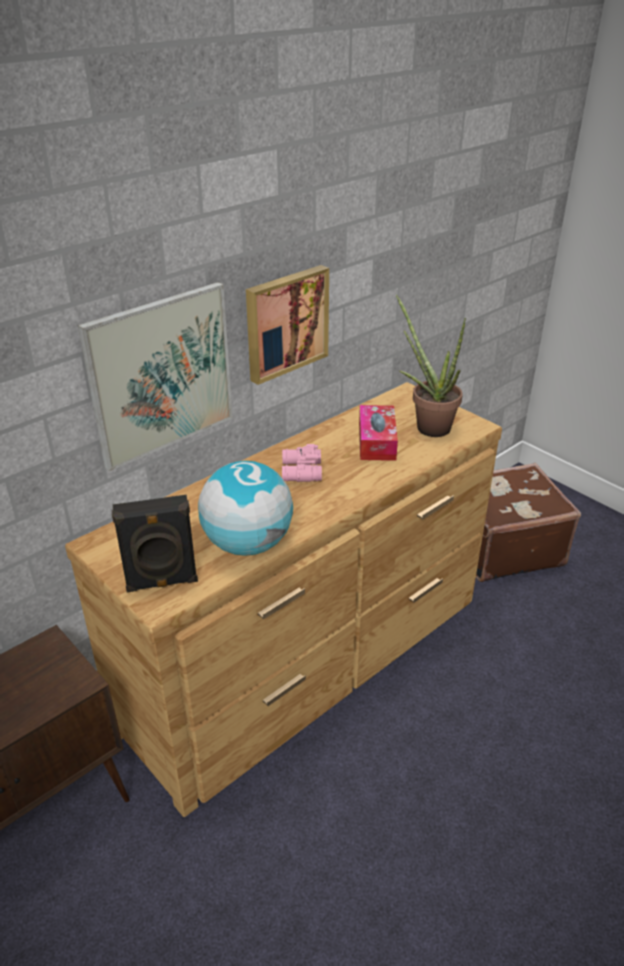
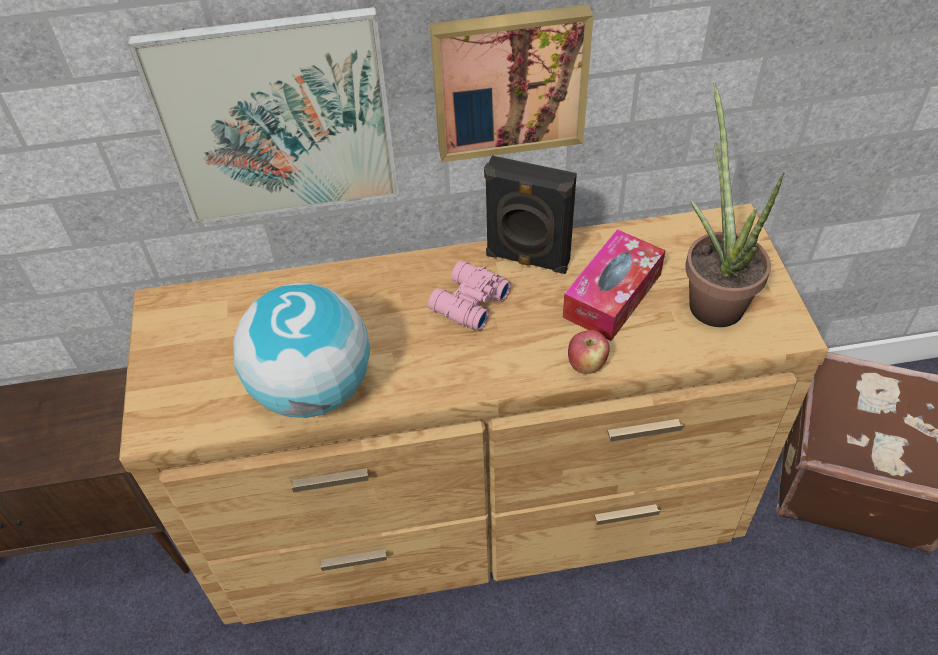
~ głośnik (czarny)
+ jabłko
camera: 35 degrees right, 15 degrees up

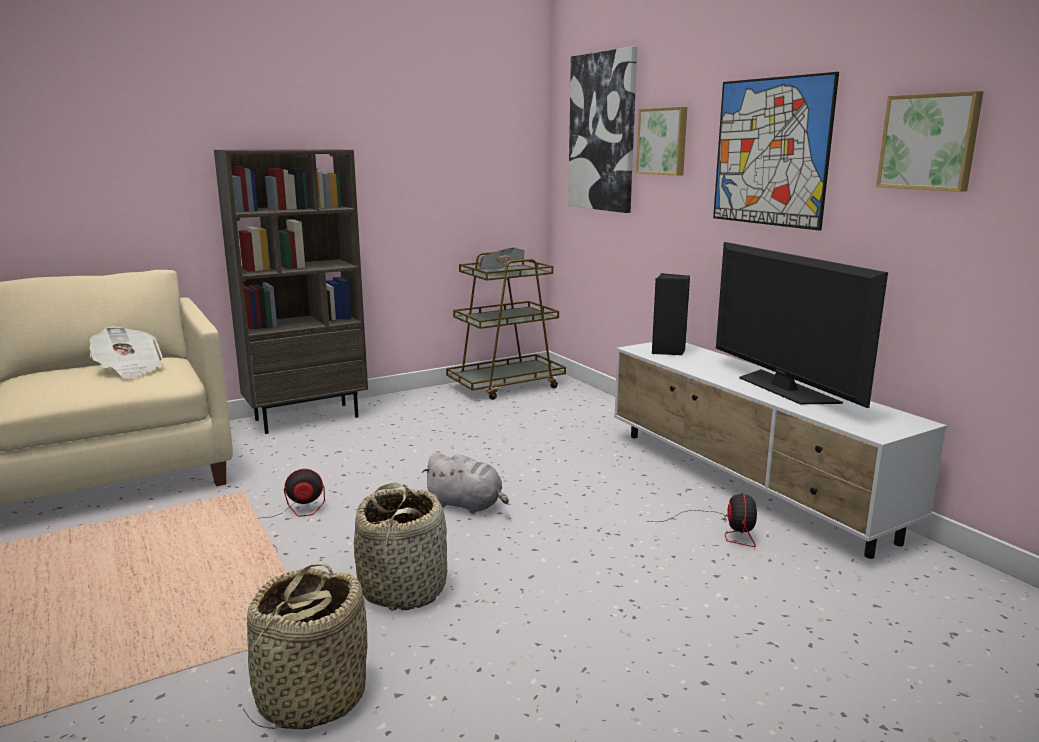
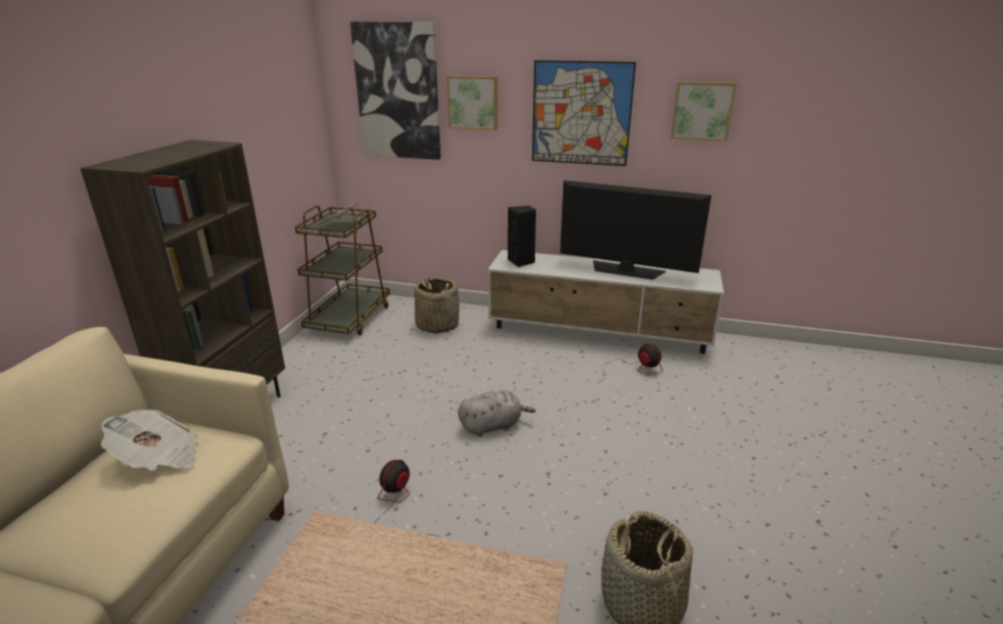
~ koszyk (2nd from left in the first image) to koszyk (1st from left)
camera: 45 degrees left, 10 degrees up

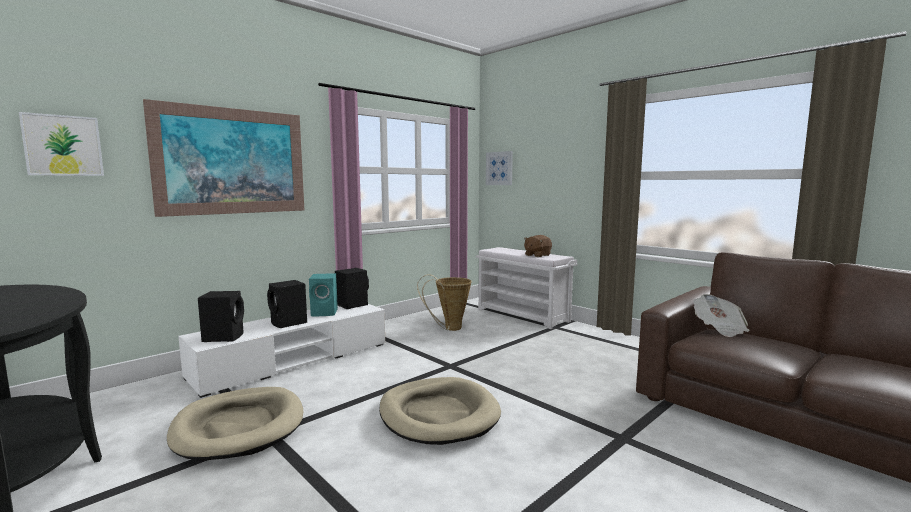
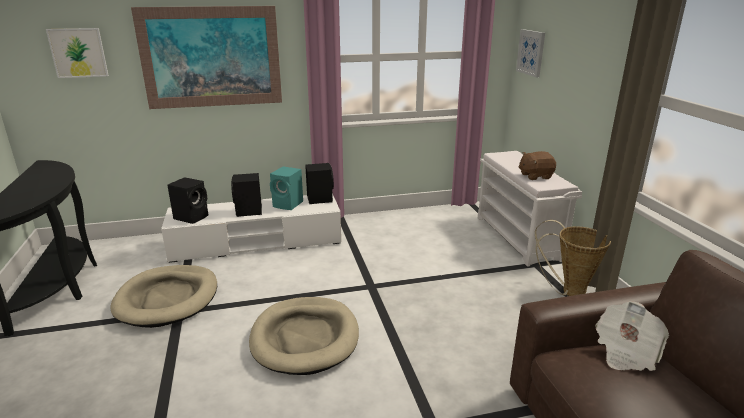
~ koszyk
camera: 30 degrees right, 15 degrees up

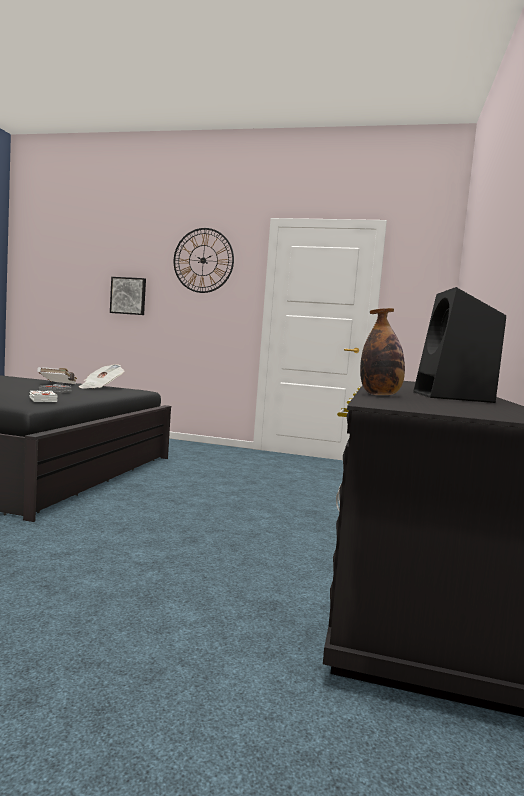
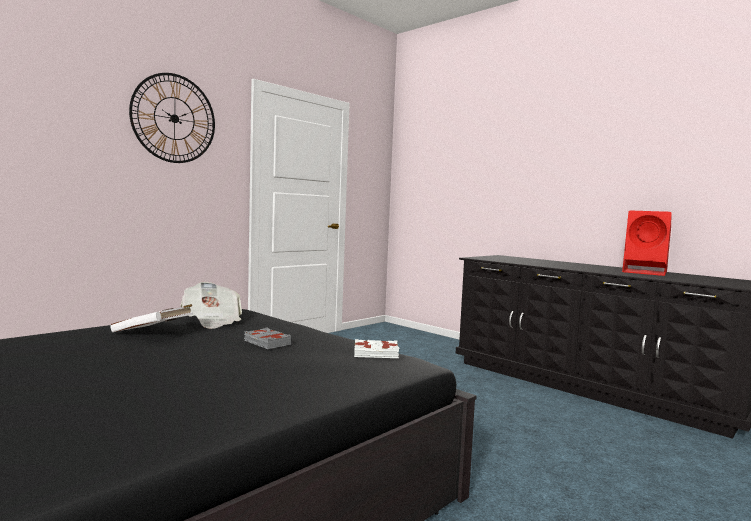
- obraz
- butelka
~ głośnik (czarny) to głośnik (czerwony)
camera: 60 degrees left, 0 degrees up

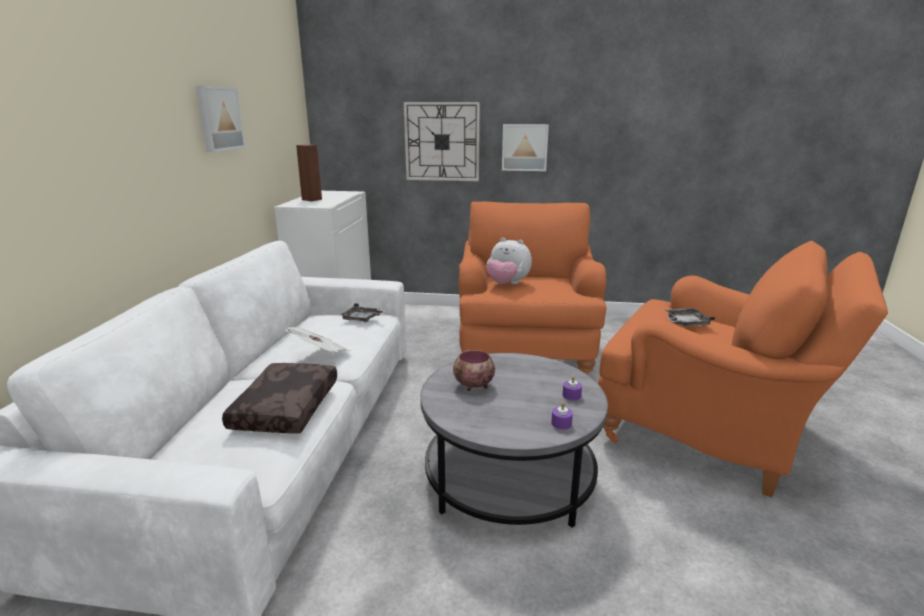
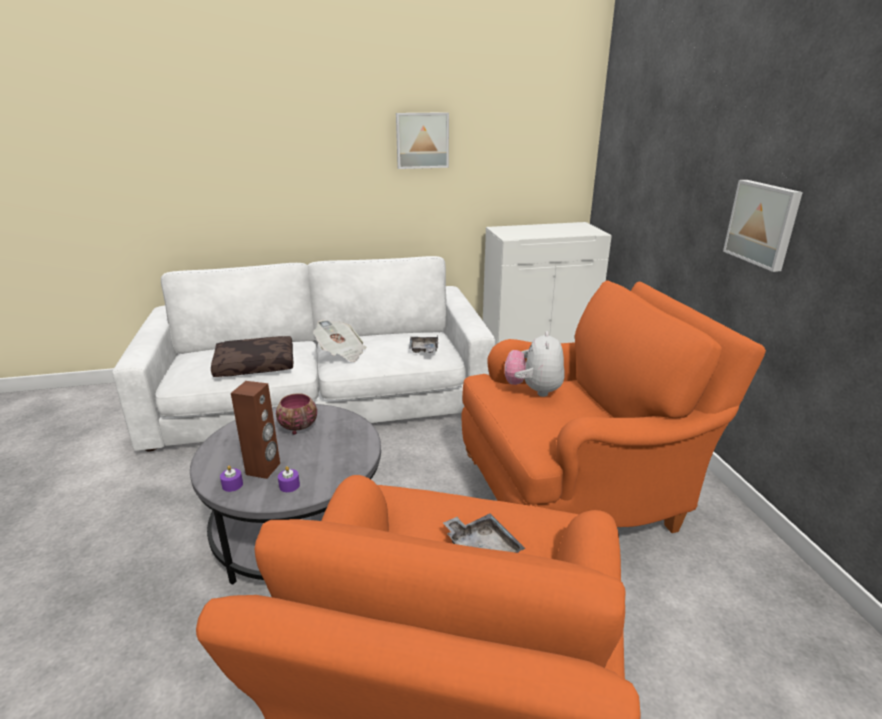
~ głośnik (brązowy)
- zegar ścienny
camera: 70 degrees right, 5 degrees up

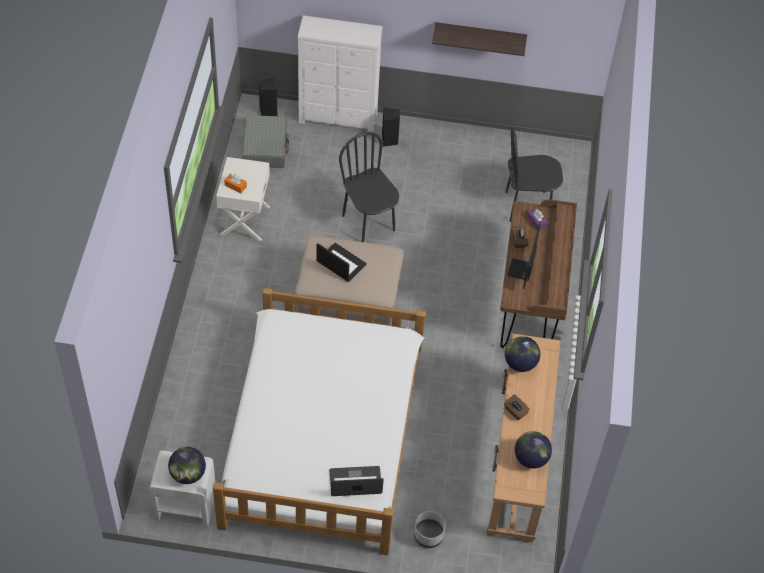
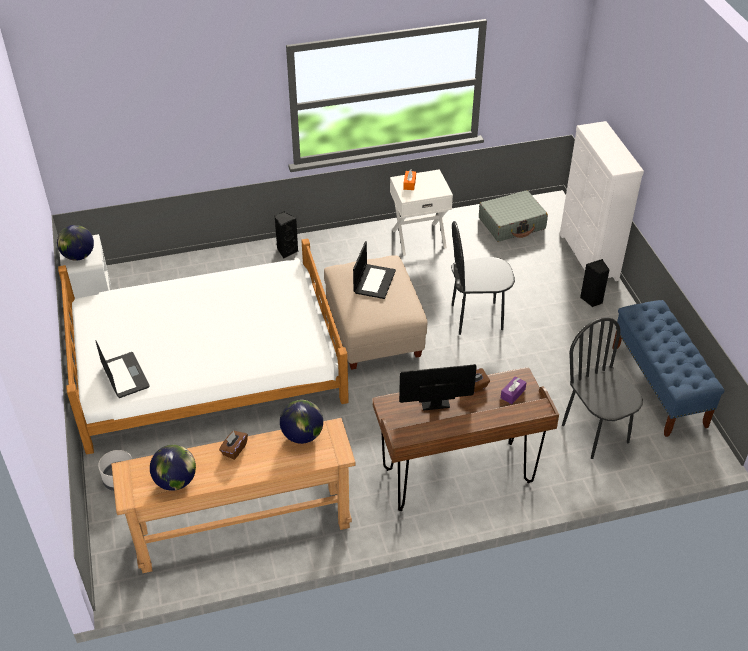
~ głośnik (czarny) (1st from left)
~ krzesło (czarny) (1st from left) 135 degrees counterclockwise
- półka
+ ławka (niebieski)
camera: 70 degrees right, 10 degrees down

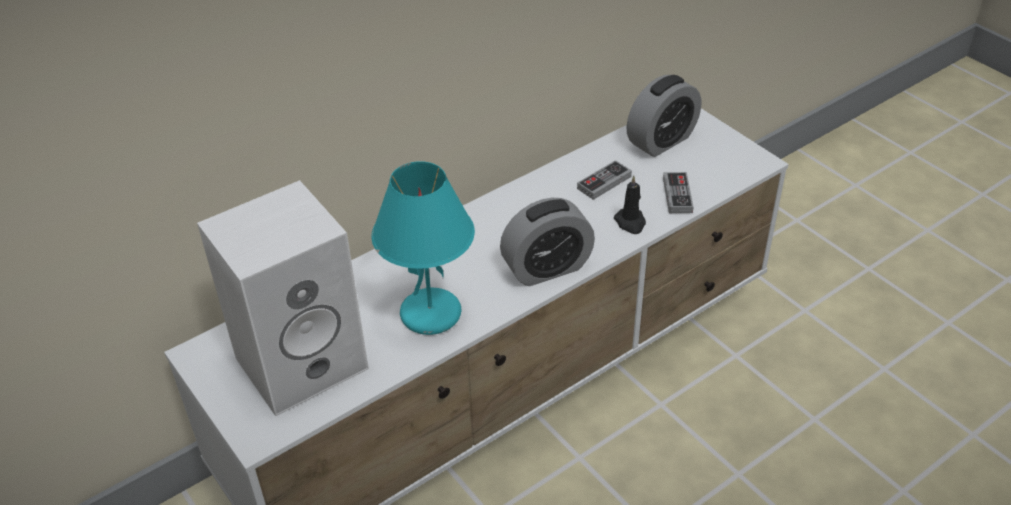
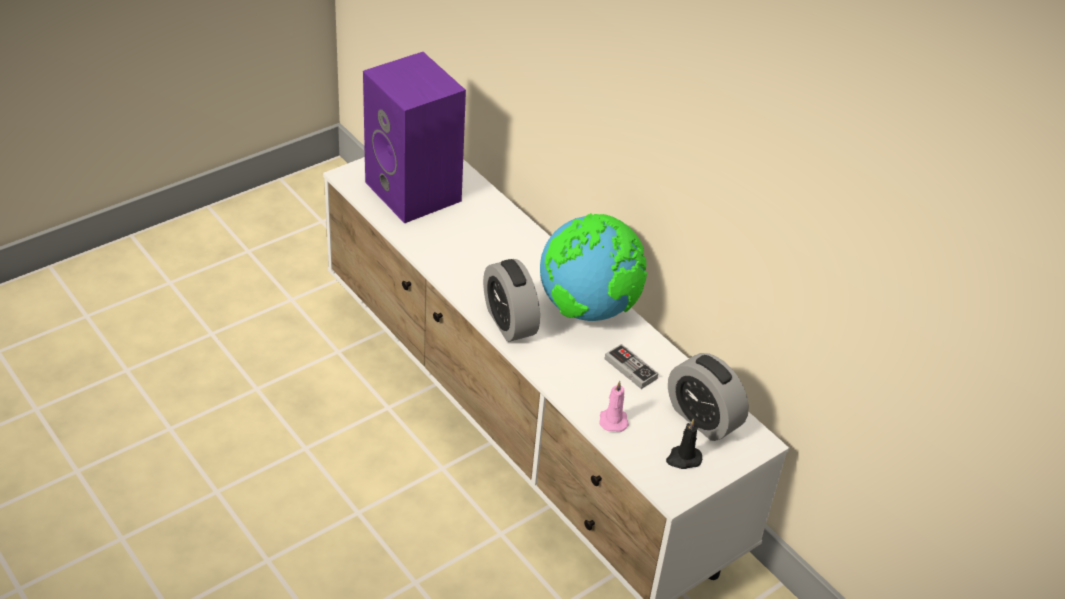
~ głośnik (biały) to głośnik (fioletowy)
- lampa stołowa (turkusowy)
~ świeca (czarny)
~ pad do gier (2nd from left) to świeca (różowy)
+ globus
camera: 85 degrees right, 0 degrees up

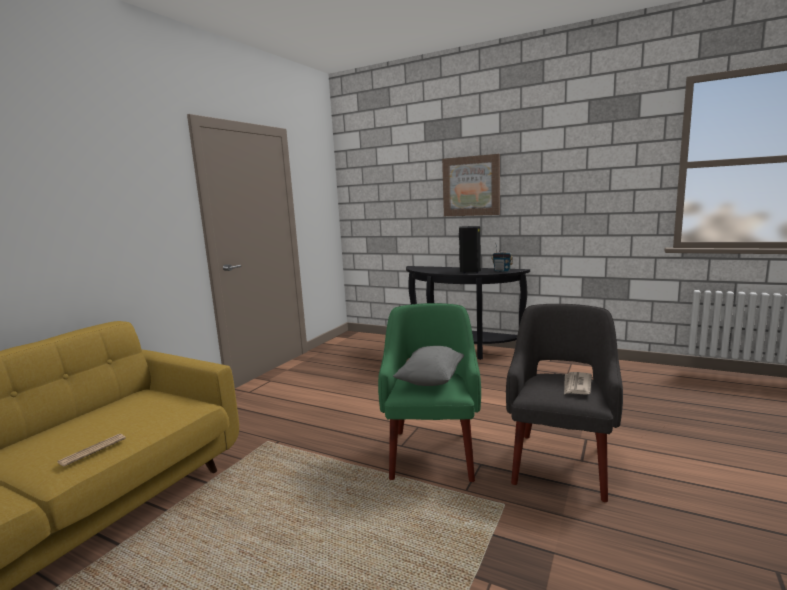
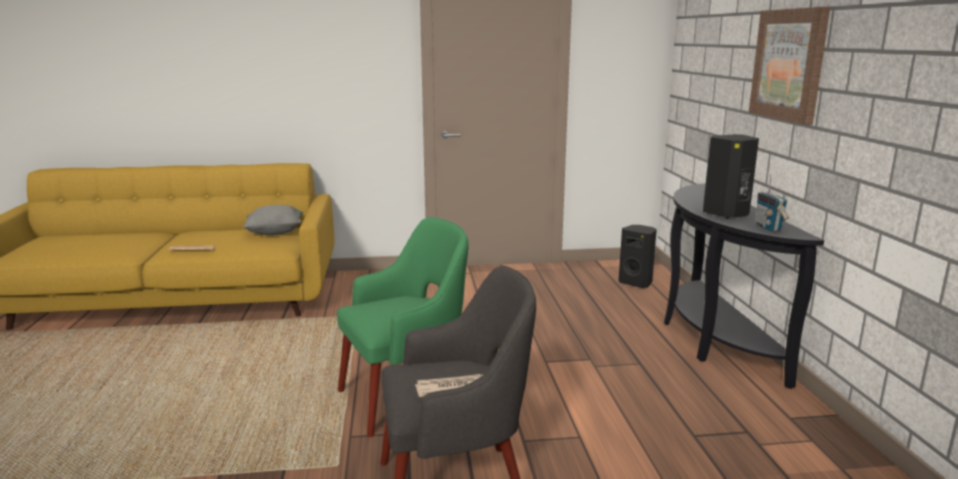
~ poduszka (szary)
+ głośnik (czarny) (1st from left)
camera: 55 degrees right, 5 degrees up

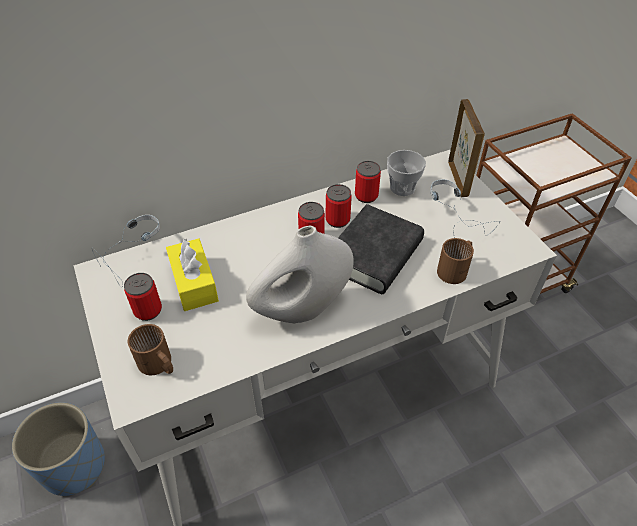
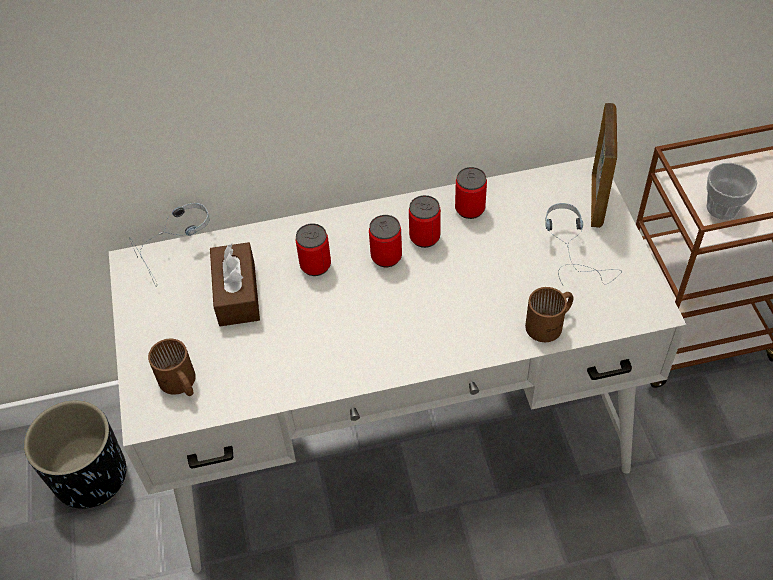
~ donica (niebieski) to donica (czarny)
~ puszka (1st from left)
~ pudełko chusteczek (żółty) to pudełko chusteczek (brązowy)
- wazon (biały)
- książka (czarny)
~ filiżanka
camera: 15 degrees right, 5 degrees up

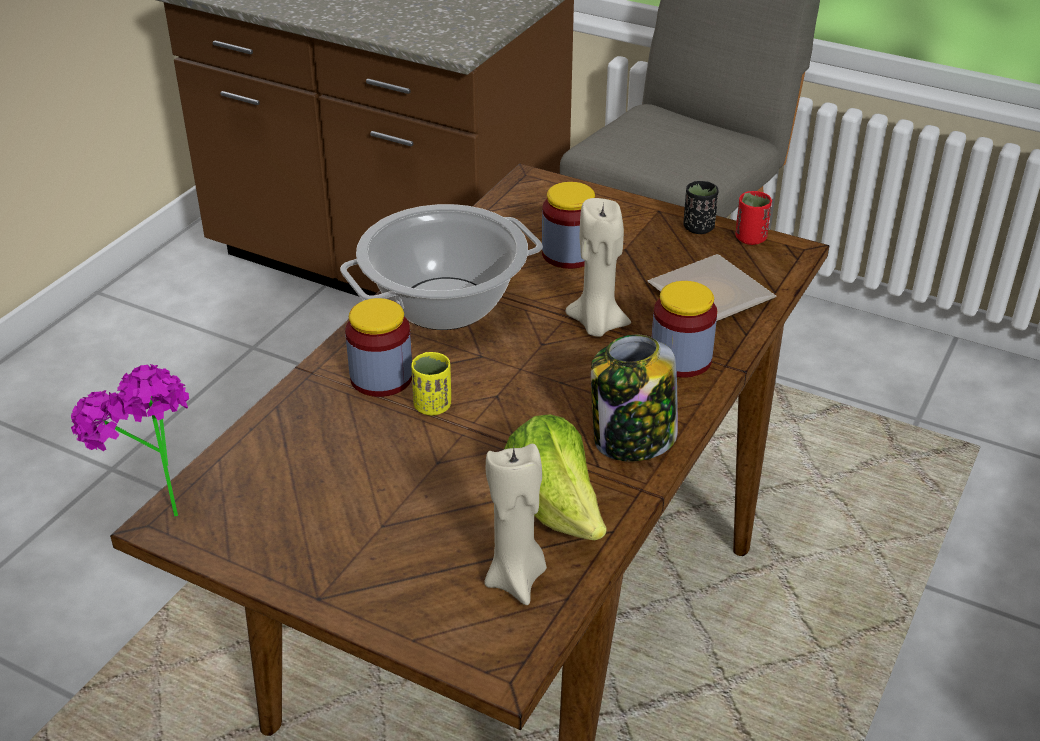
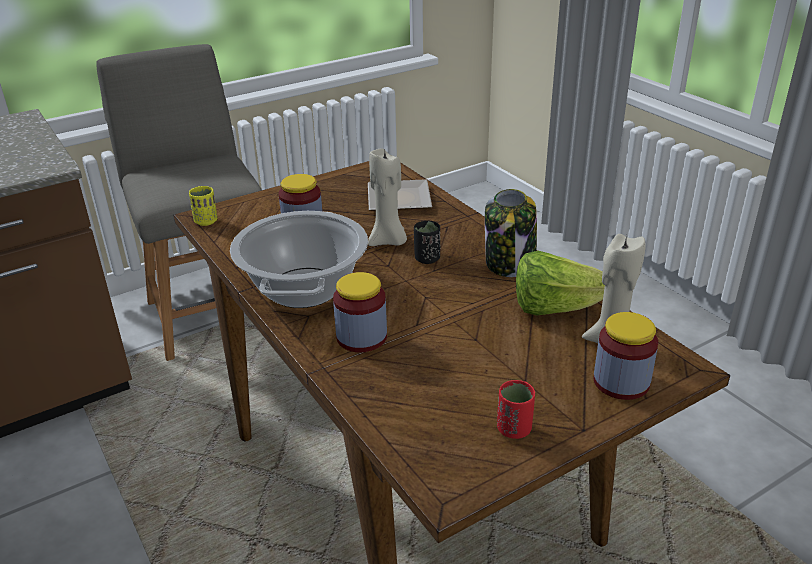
- roślina doniczkowa
~ filiżanka (żółty)
~ słoik (4th from left)
~ filiżanka (czarny)
~ filiżanka (czerwony)
camera: 60 degrees left, 5 degrees down

